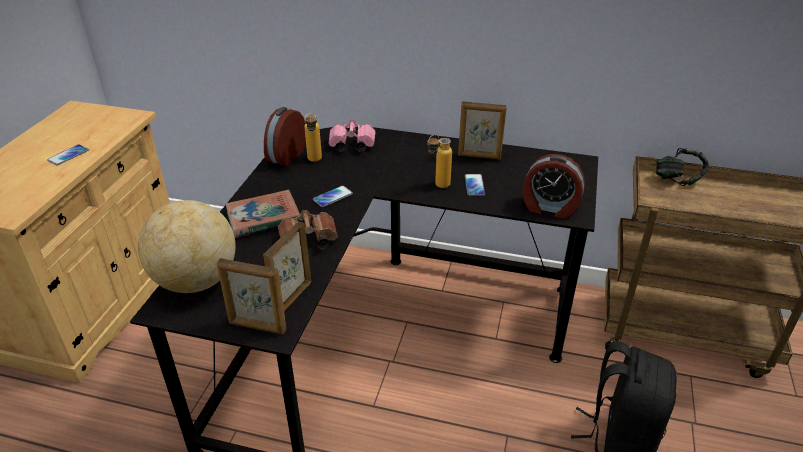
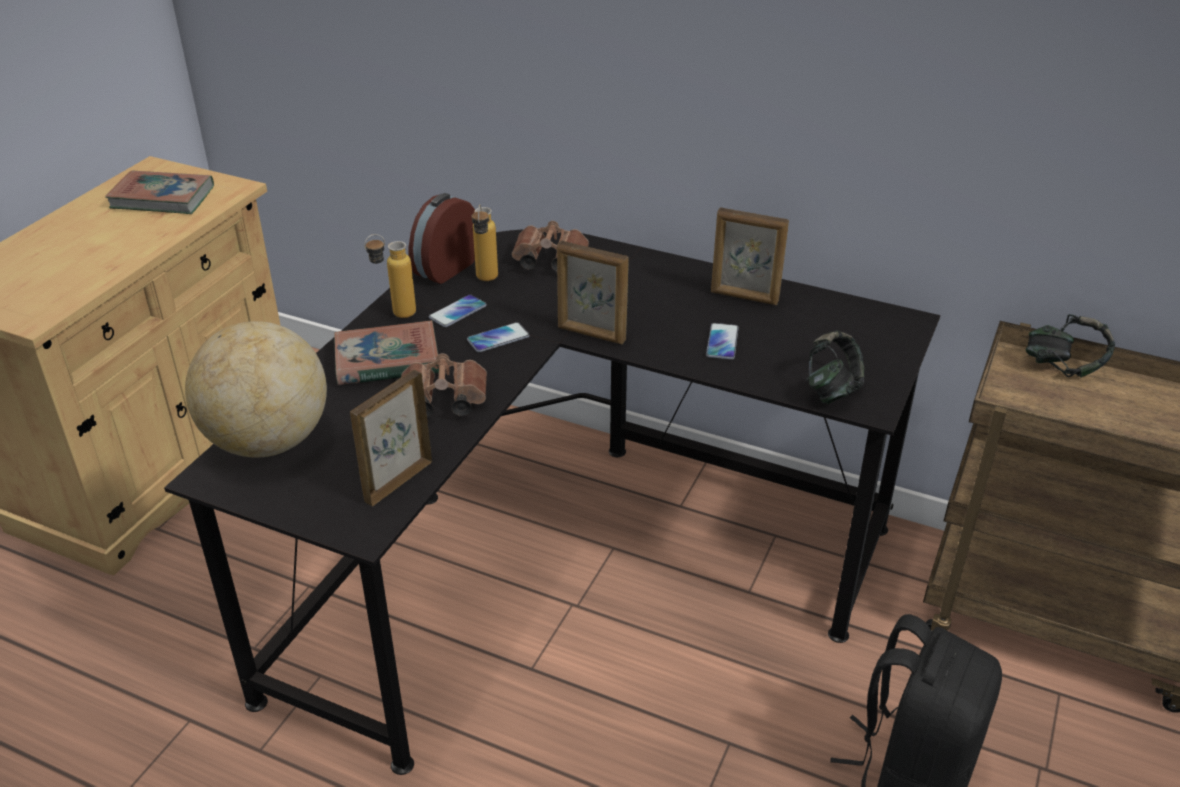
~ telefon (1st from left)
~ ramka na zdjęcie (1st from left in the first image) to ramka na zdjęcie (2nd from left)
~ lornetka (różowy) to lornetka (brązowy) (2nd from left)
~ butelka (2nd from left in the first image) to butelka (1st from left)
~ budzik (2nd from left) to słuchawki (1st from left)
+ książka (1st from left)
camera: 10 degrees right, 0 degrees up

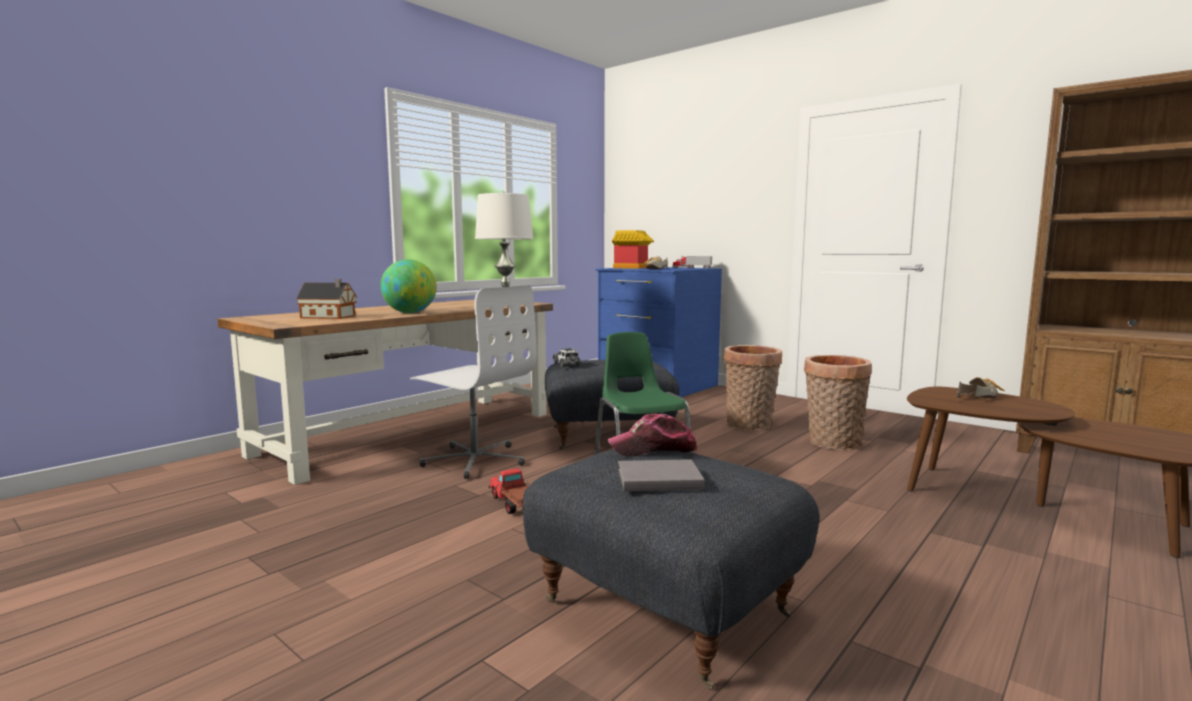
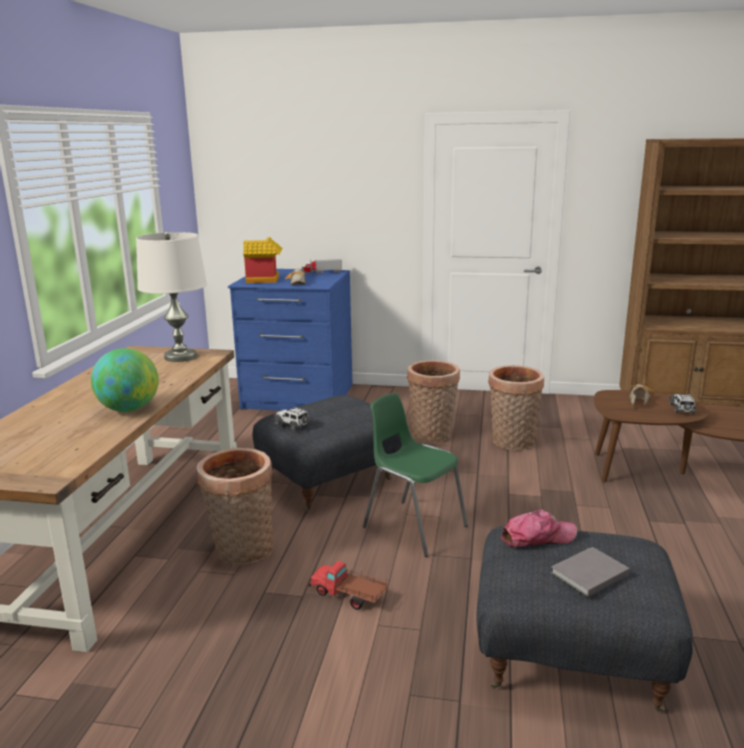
- domek (1st from left)
~ krzesło biurowe (biały) to koszyk (1st from left)
~ czapka z daszkiem 150 degrees counterclockwise
+ samochodzik (2nd from left)
camera: 30 degrees left, 10 degrees up

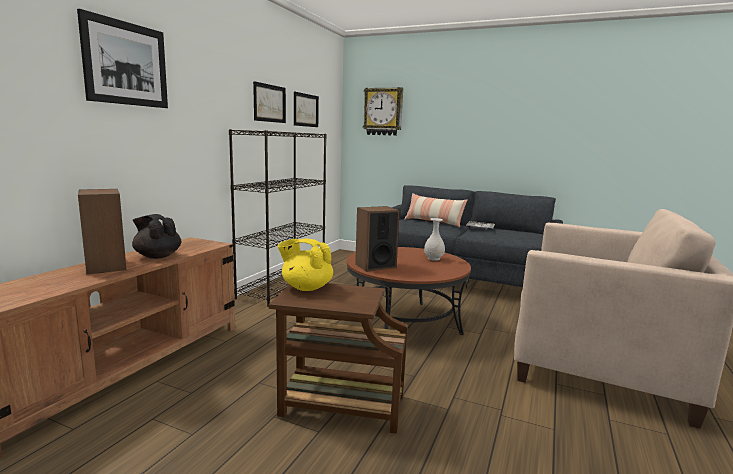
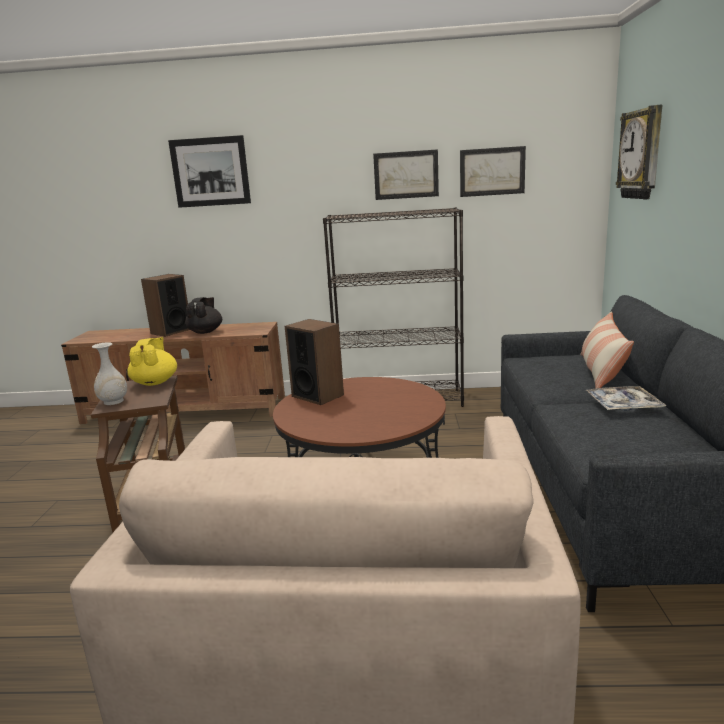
~ wazon (biały)
camera: 70 degrees right, 5 degrees up

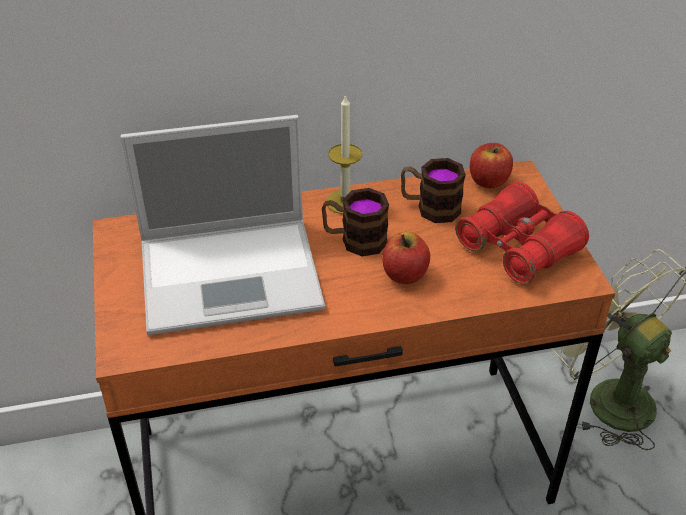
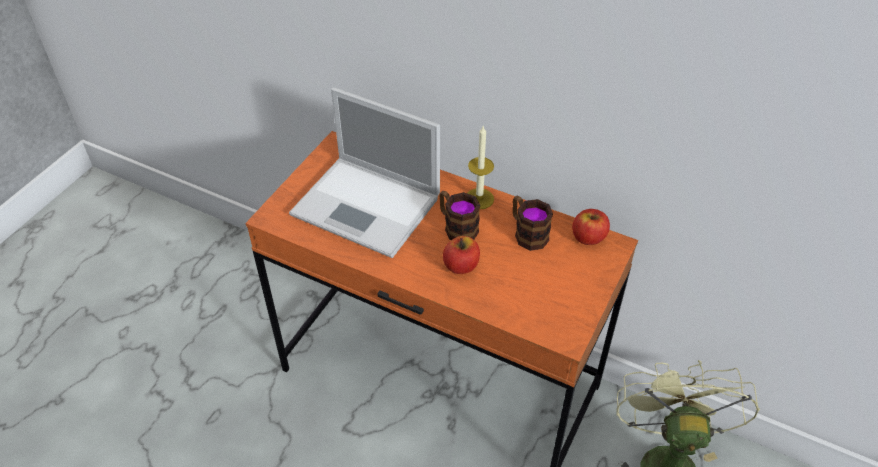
- lornetka (czerwony)
camera: 40 degrees right, 5 degrees up

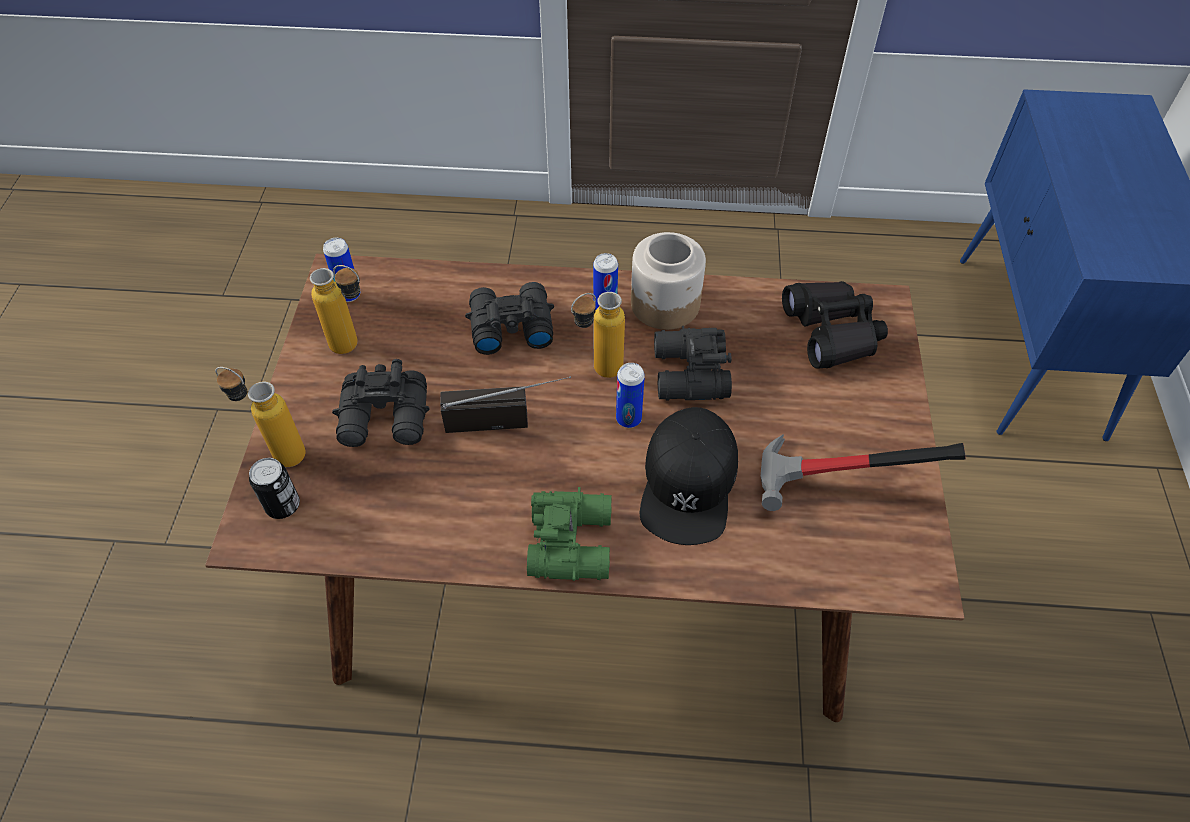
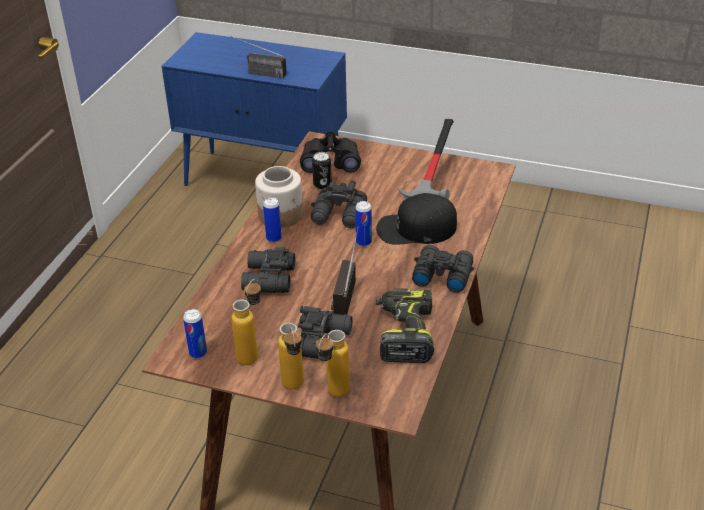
~ puszka (1st from left in the first image) to puszka (3rd from left)
~ lornetka (zielony) to lornetka (czarny) (5th from left)
~ butelka (3rd from left in the first image) to butelka (2nd from left)
~ czapka z daszkiem (czarny) 150 degrees clockwise
+ radio (1st from left)
+ wiertarka
camera: 75 degrees left, 15 degrees down

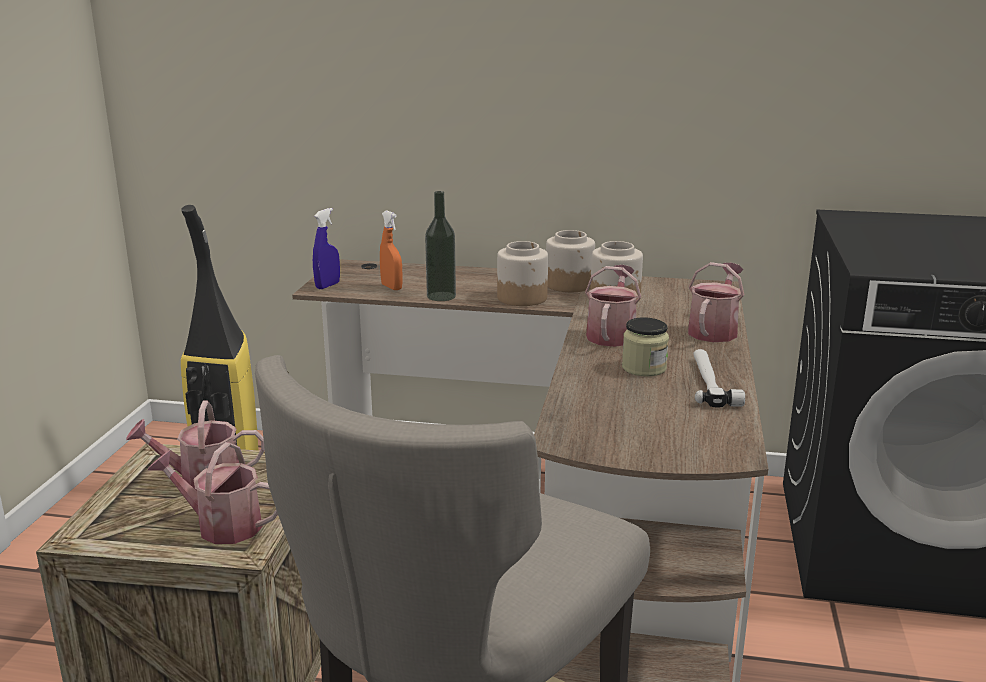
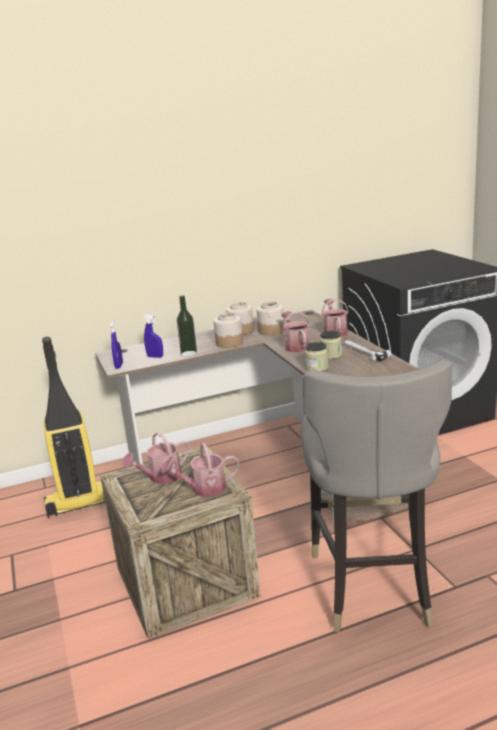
~ spryskiwacz (pomarańczowy) to spryskiwacz (niebieski) (2nd from left)
+ słoik (4th from left)
camera: 30 degrees left, 0 degrees up

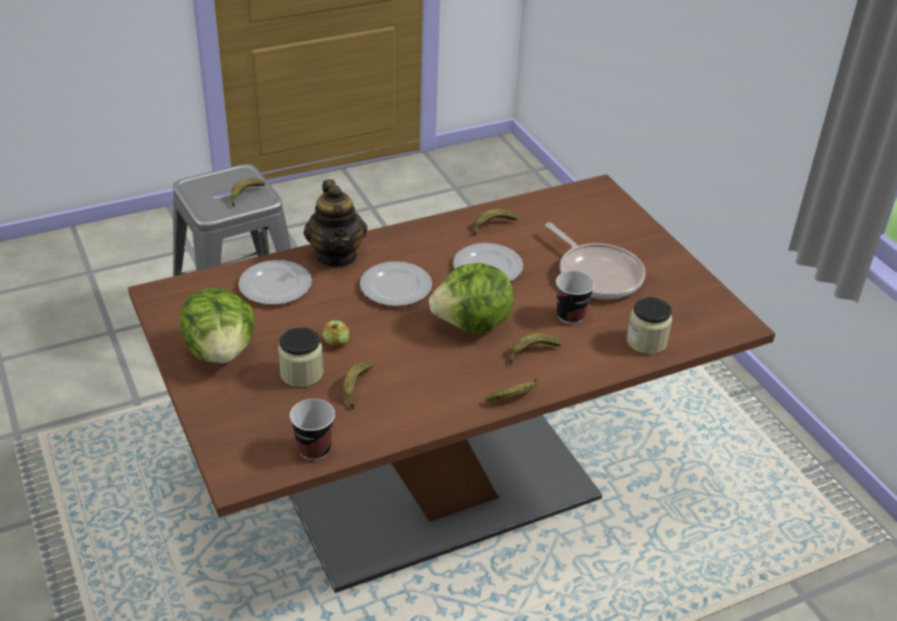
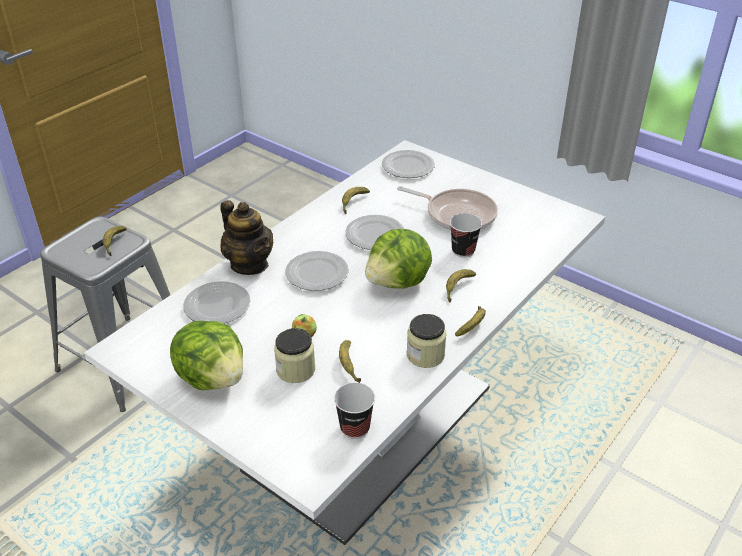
~ stół jadalny (brązowy) to stół jadalny (biały)
~ słoik (2nd from left)
+ talerz (4th from left)
camera: 25 degrees left, 0 degrees up

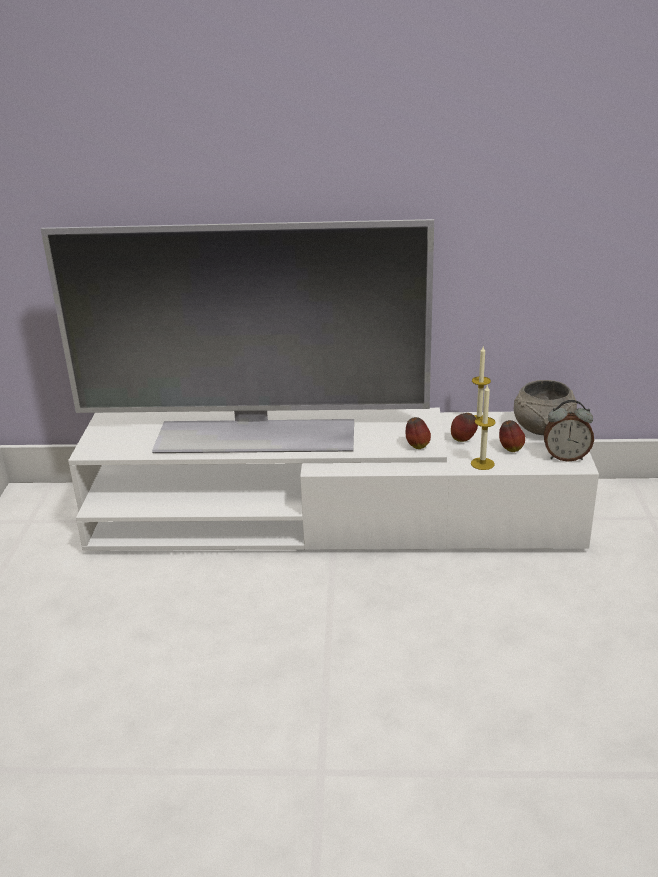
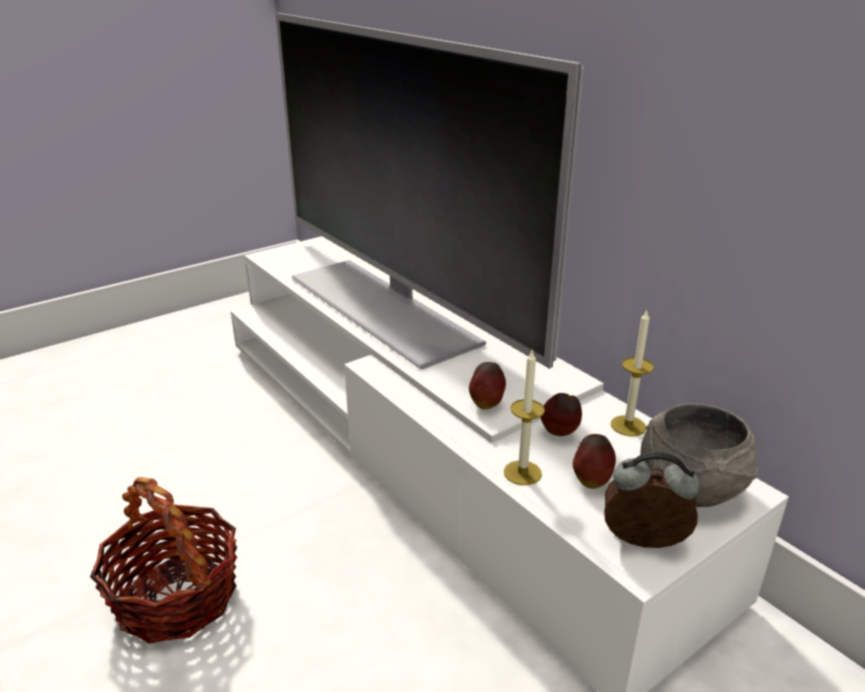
~ budzik 135 degrees clockwise
+ koszyk
camera: 50 degrees right, 0 degrees up

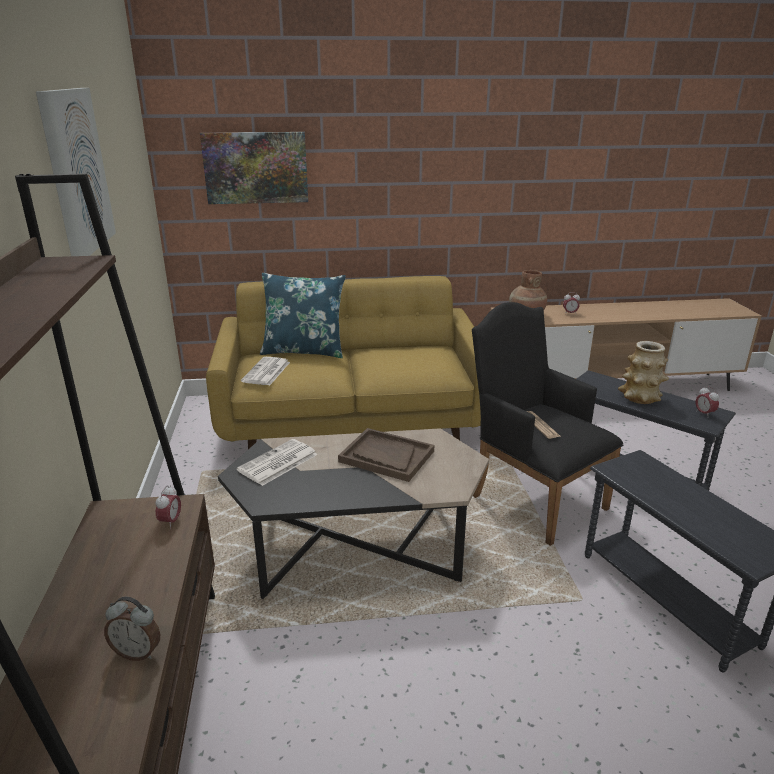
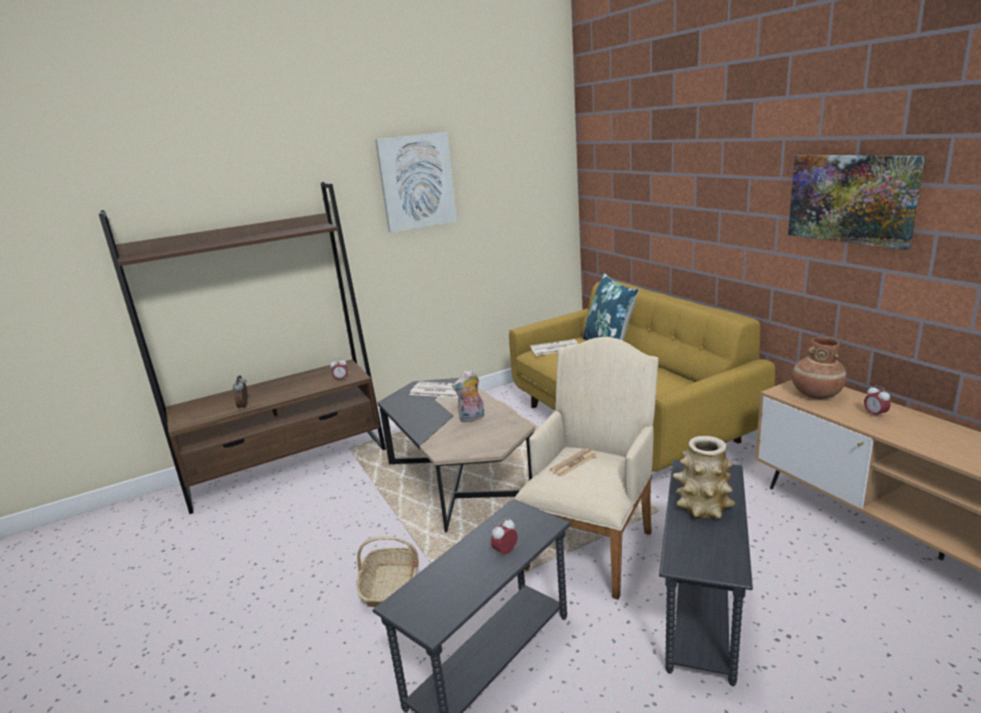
~ obraz (2nd from left)
~ taca (brązowy) to pluszak
~ fotel (czarny) to fotel (beżowy)
~ budzik (4th from left in the first image) to budzik (3rd from left)
+ koszyk
camera: 70 degrees right, 5 degrees down

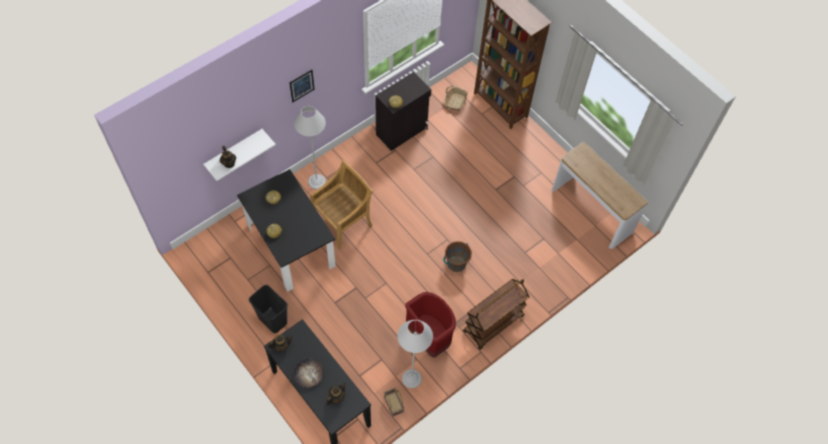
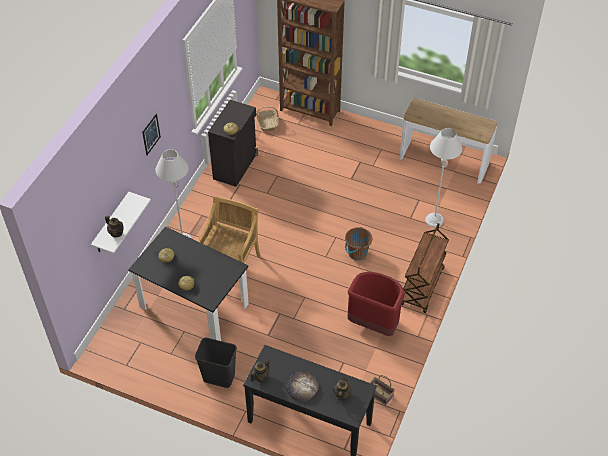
~ lampa stojąca (szary) (2nd from left)
camera: 25 degrees left, 10 degrees down

